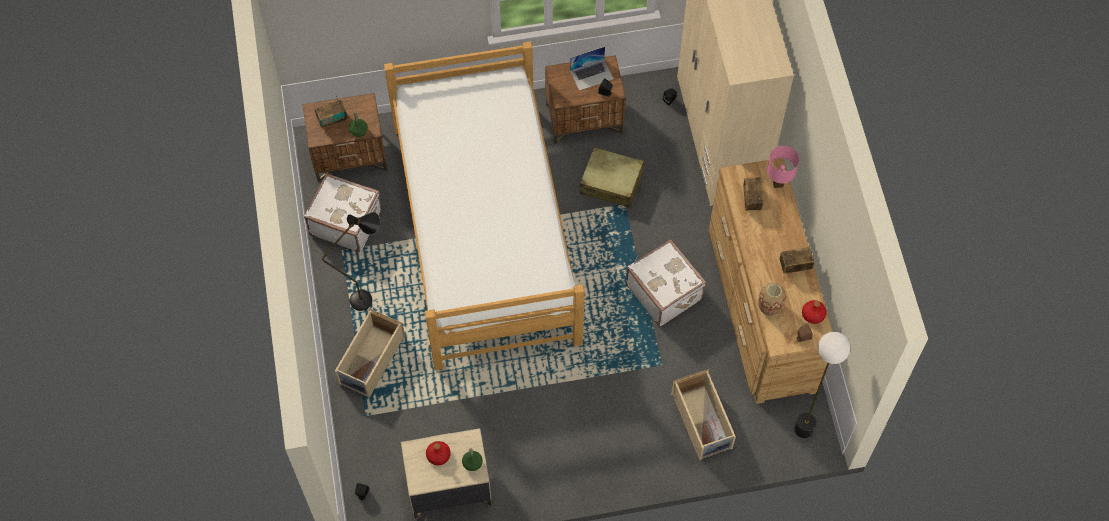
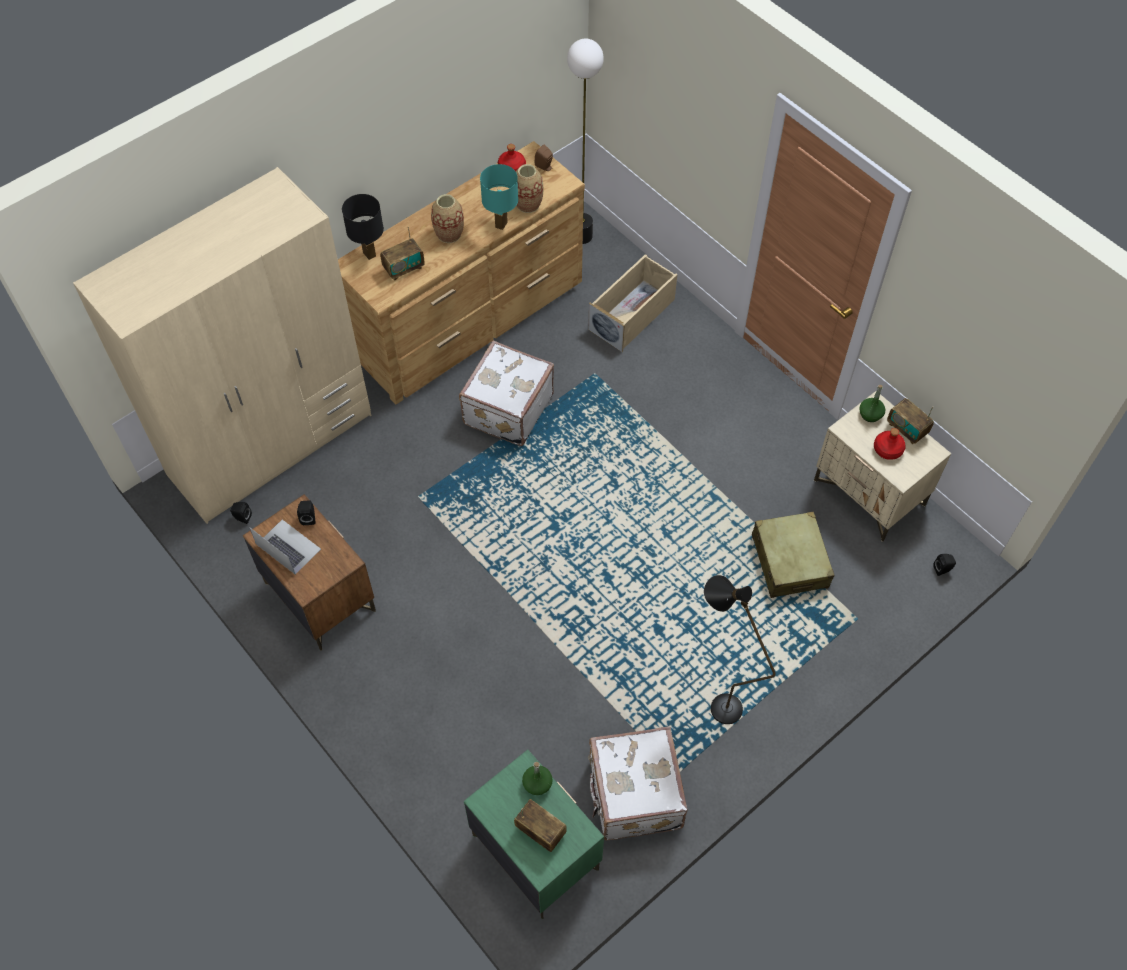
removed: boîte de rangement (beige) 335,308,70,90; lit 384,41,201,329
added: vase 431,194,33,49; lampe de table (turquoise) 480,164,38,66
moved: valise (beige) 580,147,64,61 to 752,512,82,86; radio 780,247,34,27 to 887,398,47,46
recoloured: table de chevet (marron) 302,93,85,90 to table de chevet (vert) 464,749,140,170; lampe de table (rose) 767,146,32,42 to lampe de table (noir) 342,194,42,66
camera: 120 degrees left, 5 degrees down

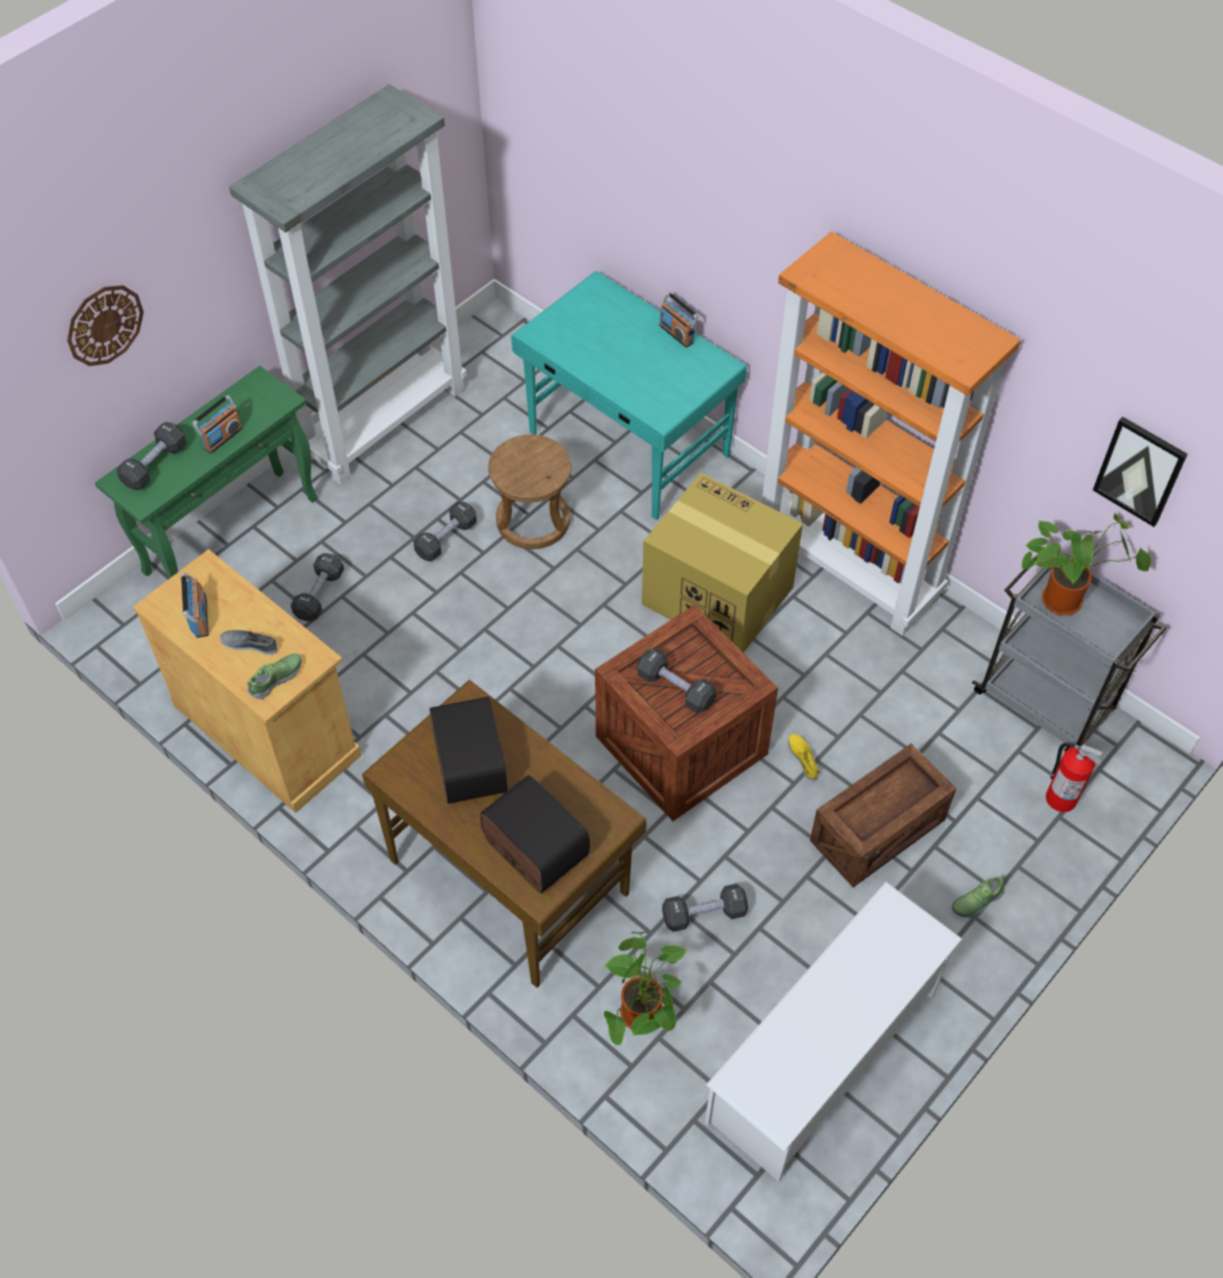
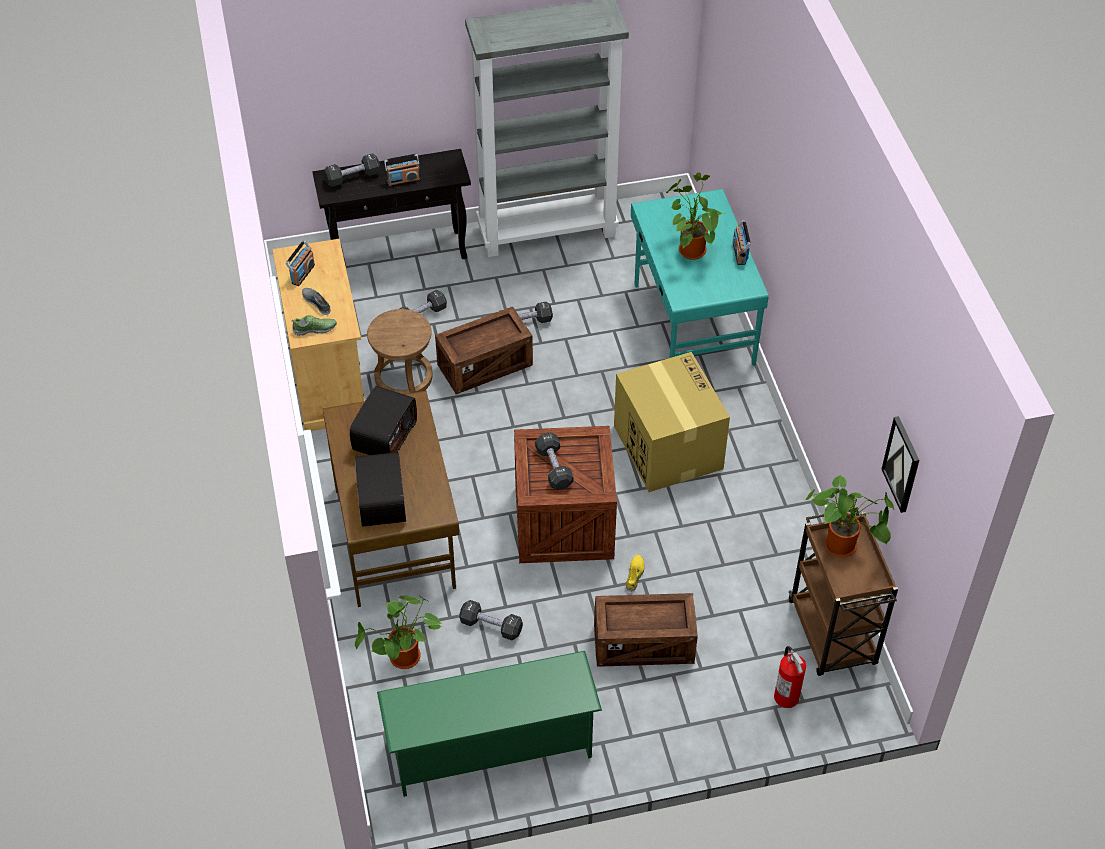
removed: horloge murale 67,285,77,81; bibliothèque (orange) 761,231,260,405; chaussure 952,876,53,42
added: caisse 435,306,98,88; plante en pot 666,173,58,87
moved: tabouret (marron) 488,434,84,115 to 367,309,66,85
recoloured: table console (vert) 95,366,223,213 to table console (noir) 312,149,159,110; étagère à chaussures (blanc) 705,882,258,299 to étagère à chaussures (vert) 377,651,225,146; chariot (gris) 972,551,194,200 to chariot (marron) 788,508,110,168
camera: 35 degrees right, 5 degrees down

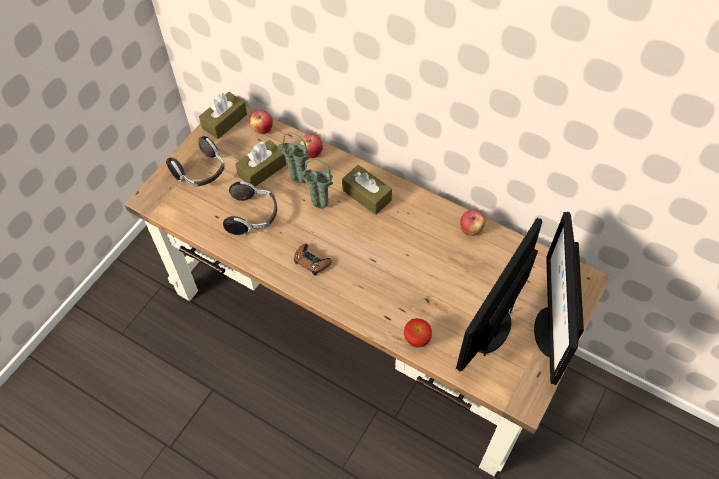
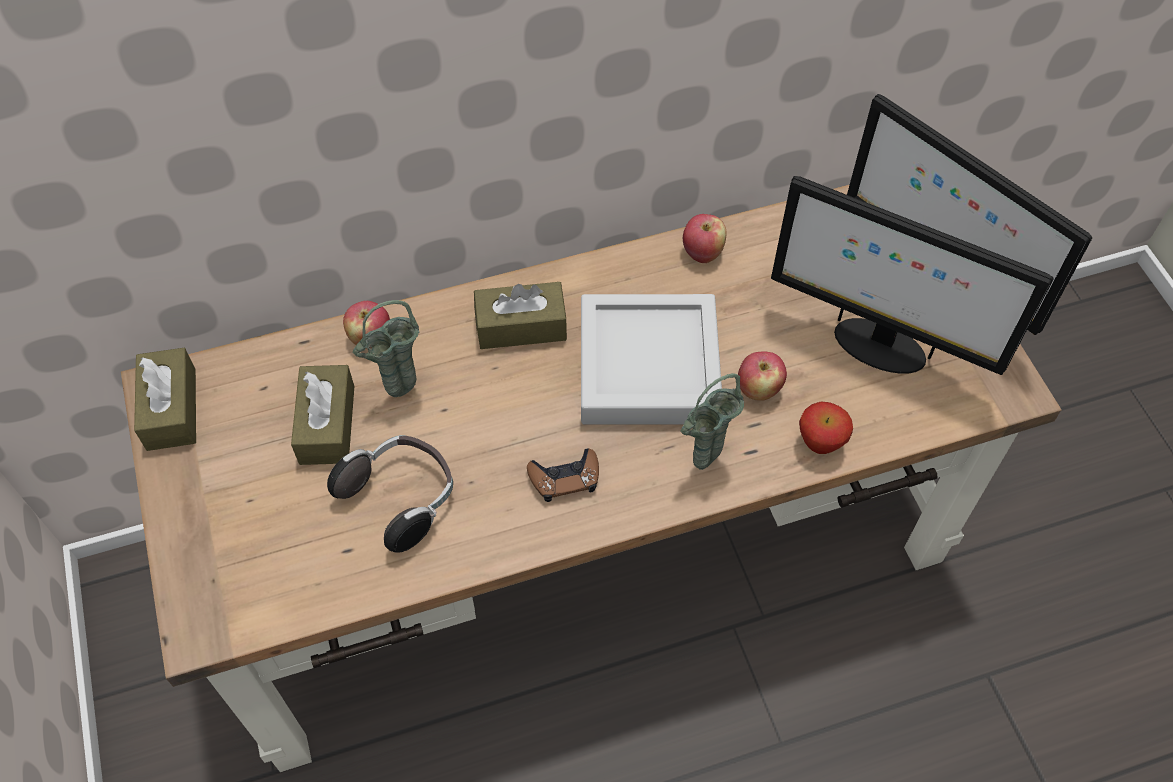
removed: casque audio 166,136,59,51
added: plateau (gris) 581,294,141,131
moved: pomme 250,110,23,24 to 738,352,49,49; vase (vert) 299,159,34,49 to 680,373,64,97
turned: écran d'ordinateur 456,218,86,153 = 771,176,282,199 45 degrees counterclockwise
camera: 50 degrees left, 0 degrees up

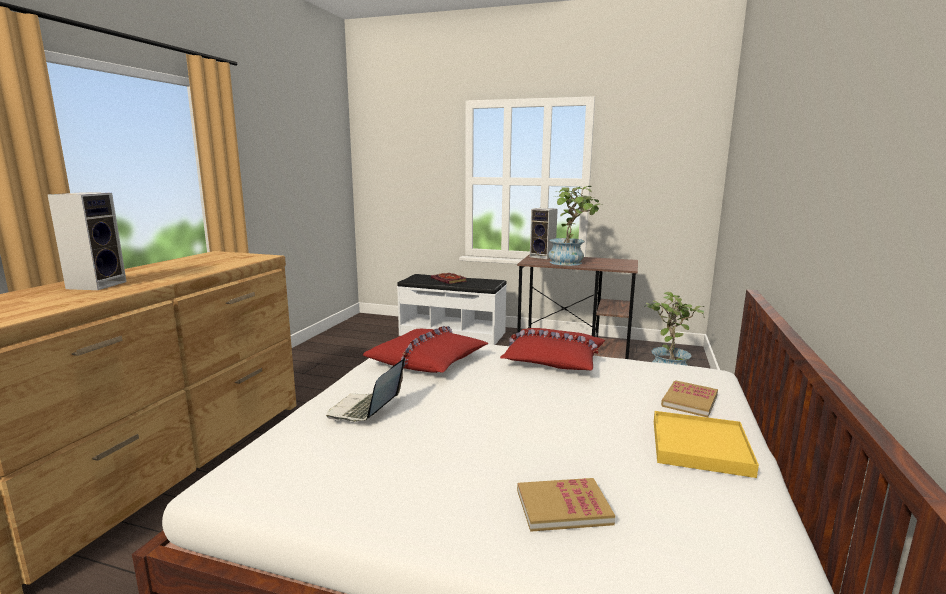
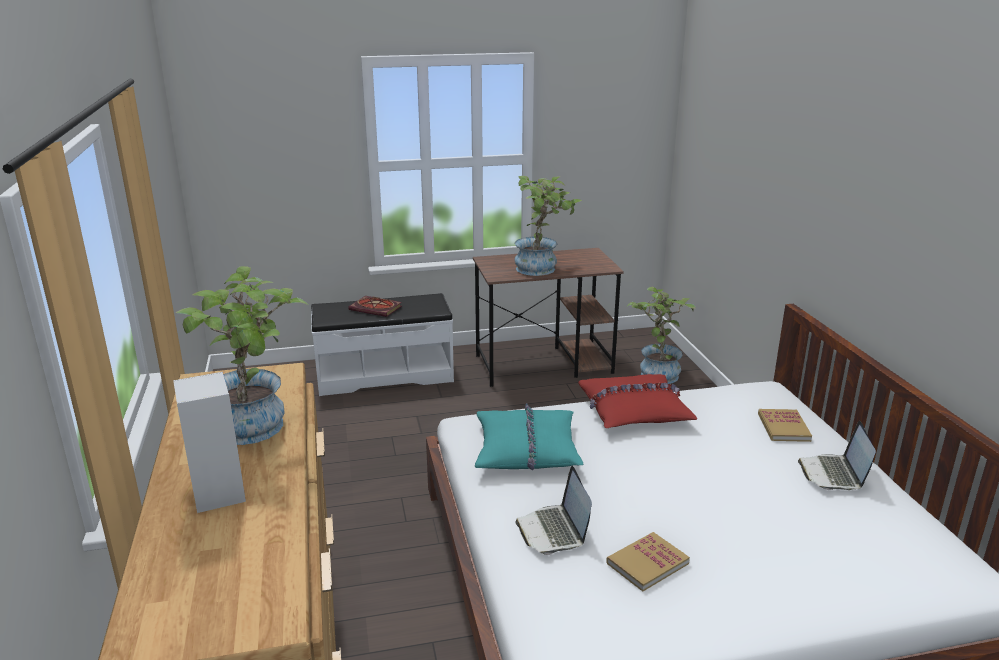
removed: enceinte 530,208,28,51
added: plante en pot 176,266,132,179
moved: livre 517,478,98,54 to 606,532,84,60
replaced: plateau (jaune) 654,411,105,67 to ordinateur portable 798,421,78,69
recoloured: coussin (rouge) 363,326,125,47 to coussin (turquoise) 475,403,108,67
camera: 30 degrees left, 10 degrees up

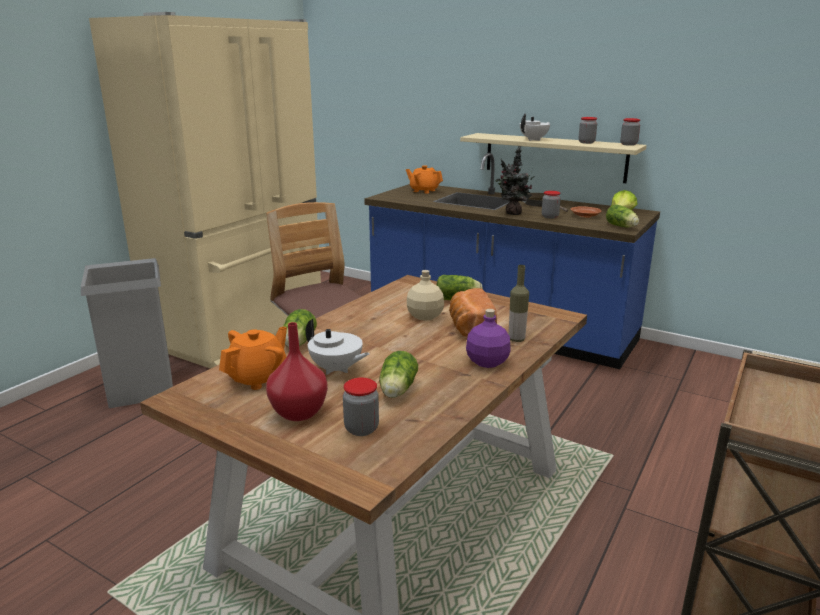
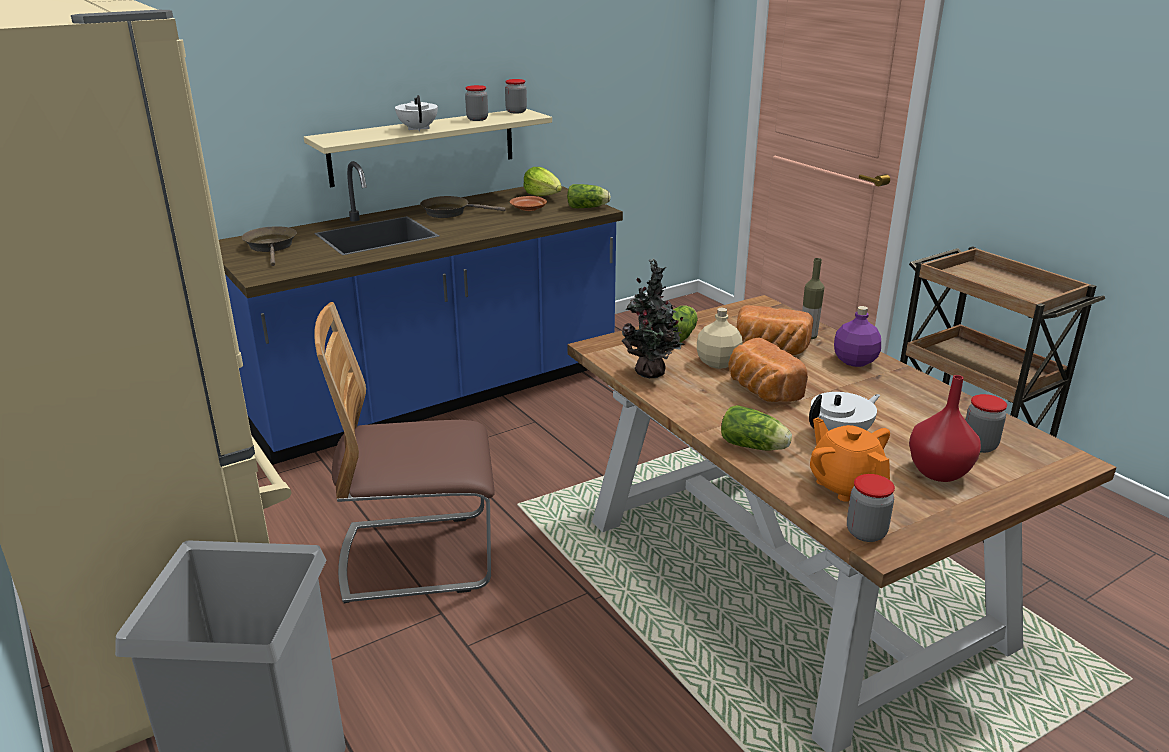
removed: laitue 379,351,39,47
added: pain 728,338,80,64
moved: plante en pot 496,145,39,70 to 622,258,63,120; bocal 542,191,19,28 to 847,474,48,68
replaced: théière (orange) 406,165,37,28 to poêle (marron) 242,226,55,40
camera: 65 degrees left, 5 degrees up

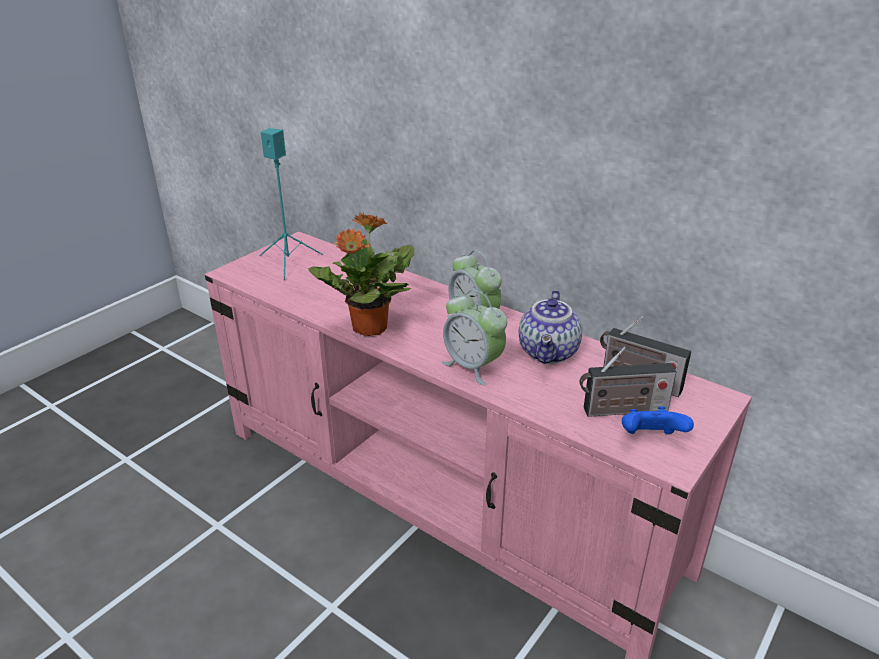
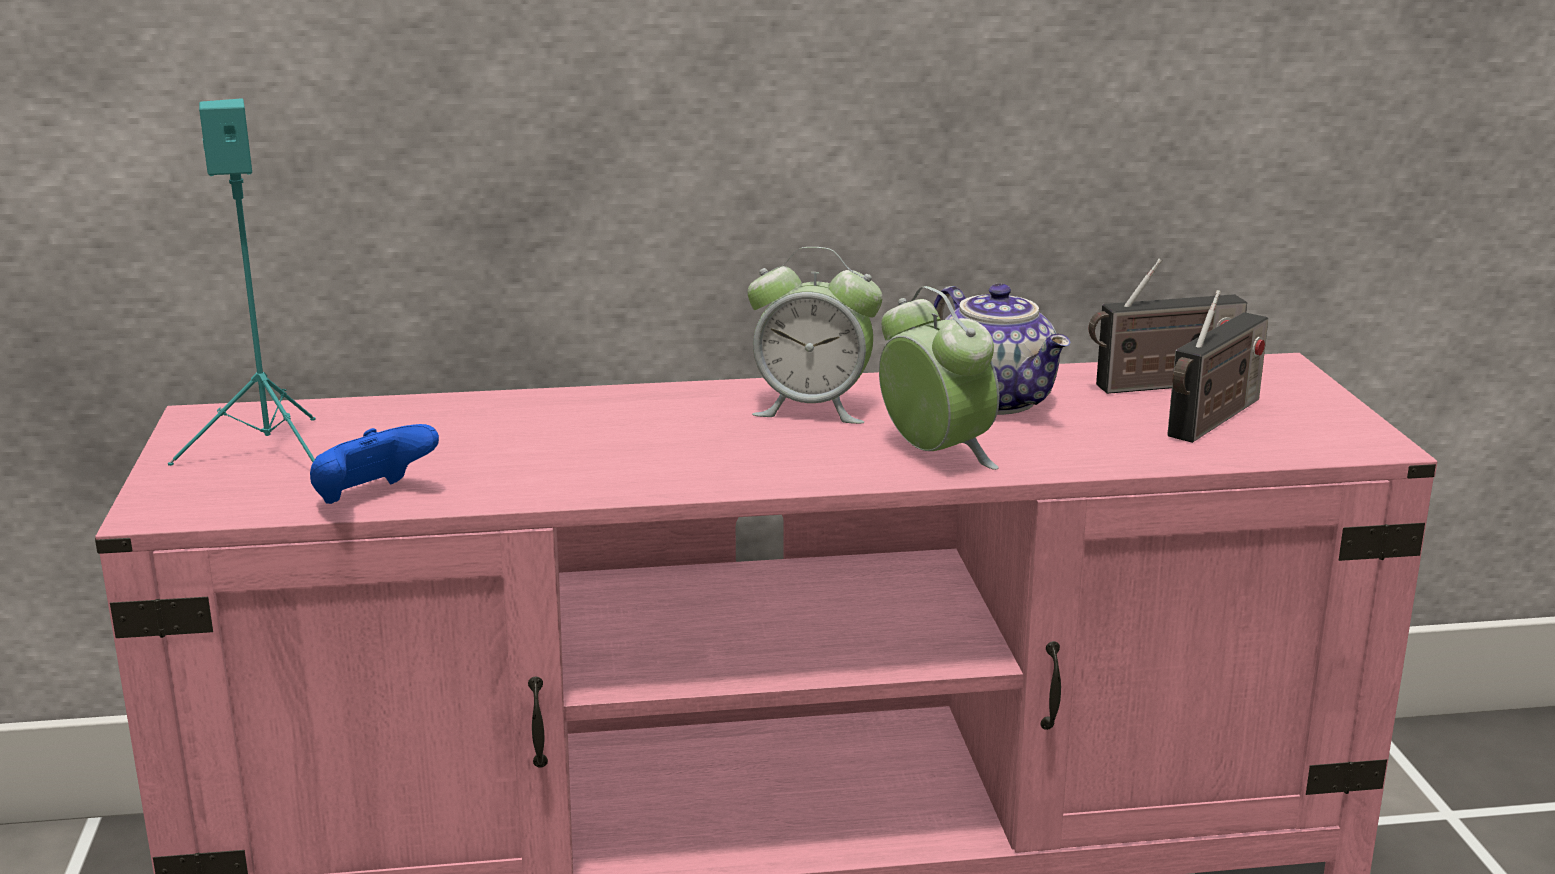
removed: plante en pot 308,212,106,124
moved: manette (bleu) 622,406,72,28 to 310,424,129,80
turned: réveil 442,290,65,95 = 879,286,120,184 120 degrees counterclockwise
camera: 45 degrees left, 10 degrees down

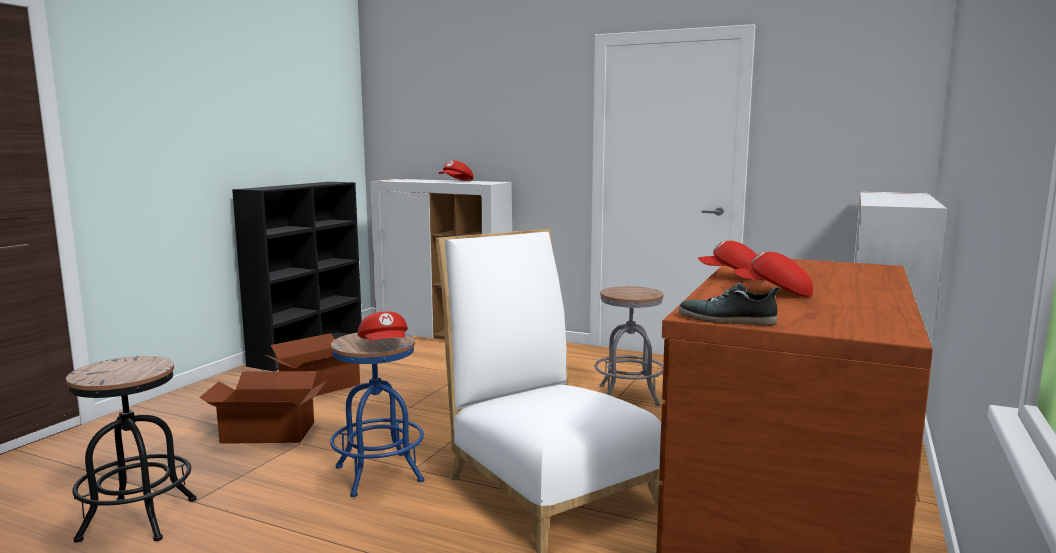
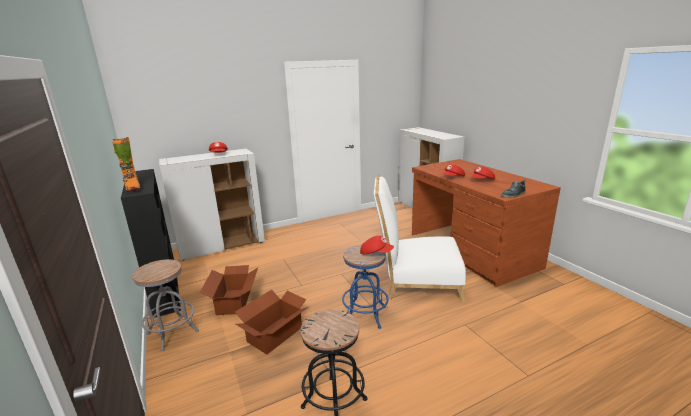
added: botte (orange) 112,137,28,54
moved: tabouret (gris) 595,286,69,120 to 132,259,67,92
camera: 50 degrees left, 10 degrees up

